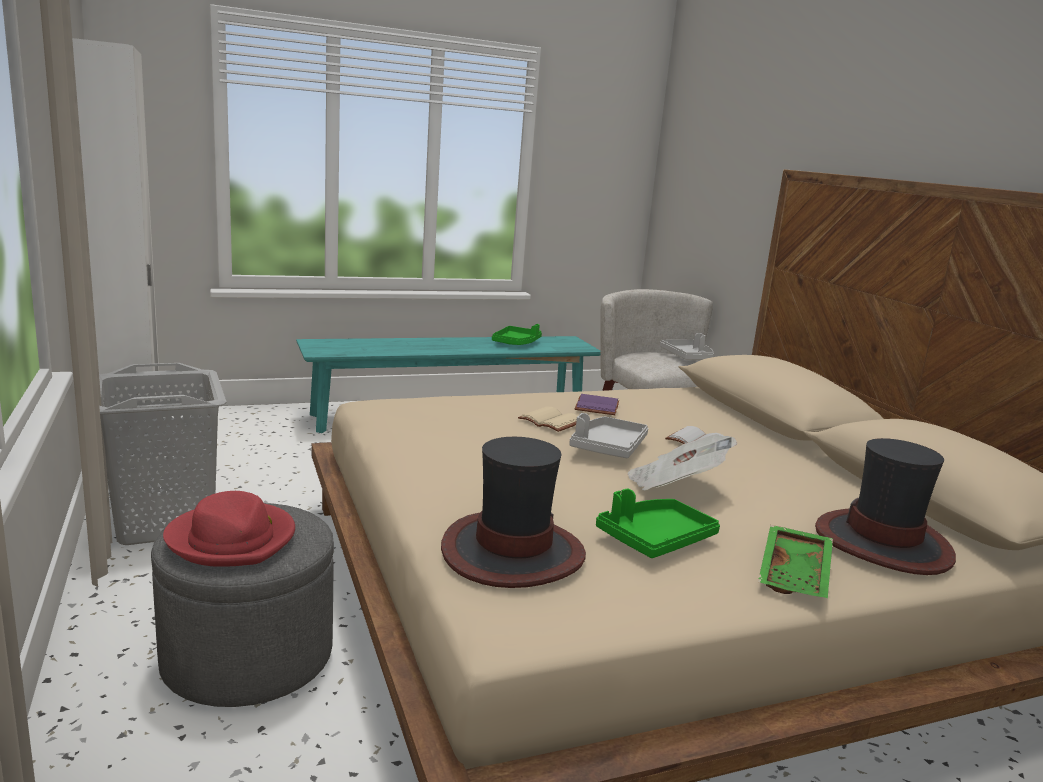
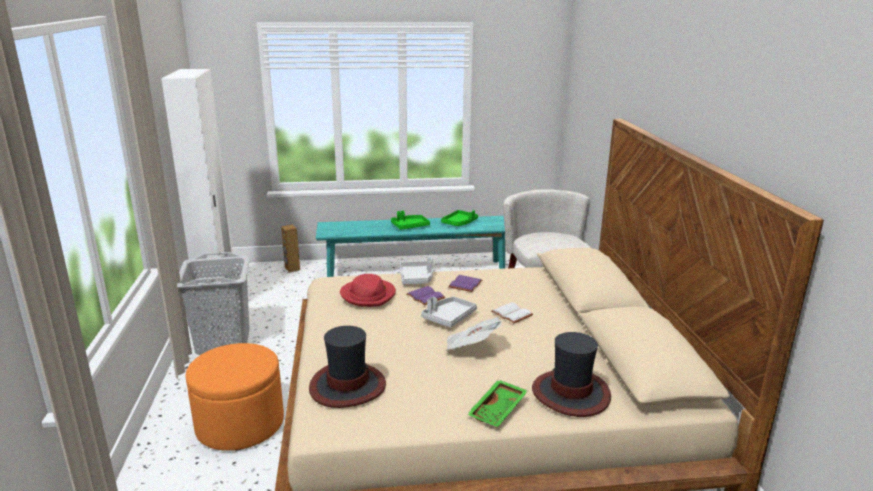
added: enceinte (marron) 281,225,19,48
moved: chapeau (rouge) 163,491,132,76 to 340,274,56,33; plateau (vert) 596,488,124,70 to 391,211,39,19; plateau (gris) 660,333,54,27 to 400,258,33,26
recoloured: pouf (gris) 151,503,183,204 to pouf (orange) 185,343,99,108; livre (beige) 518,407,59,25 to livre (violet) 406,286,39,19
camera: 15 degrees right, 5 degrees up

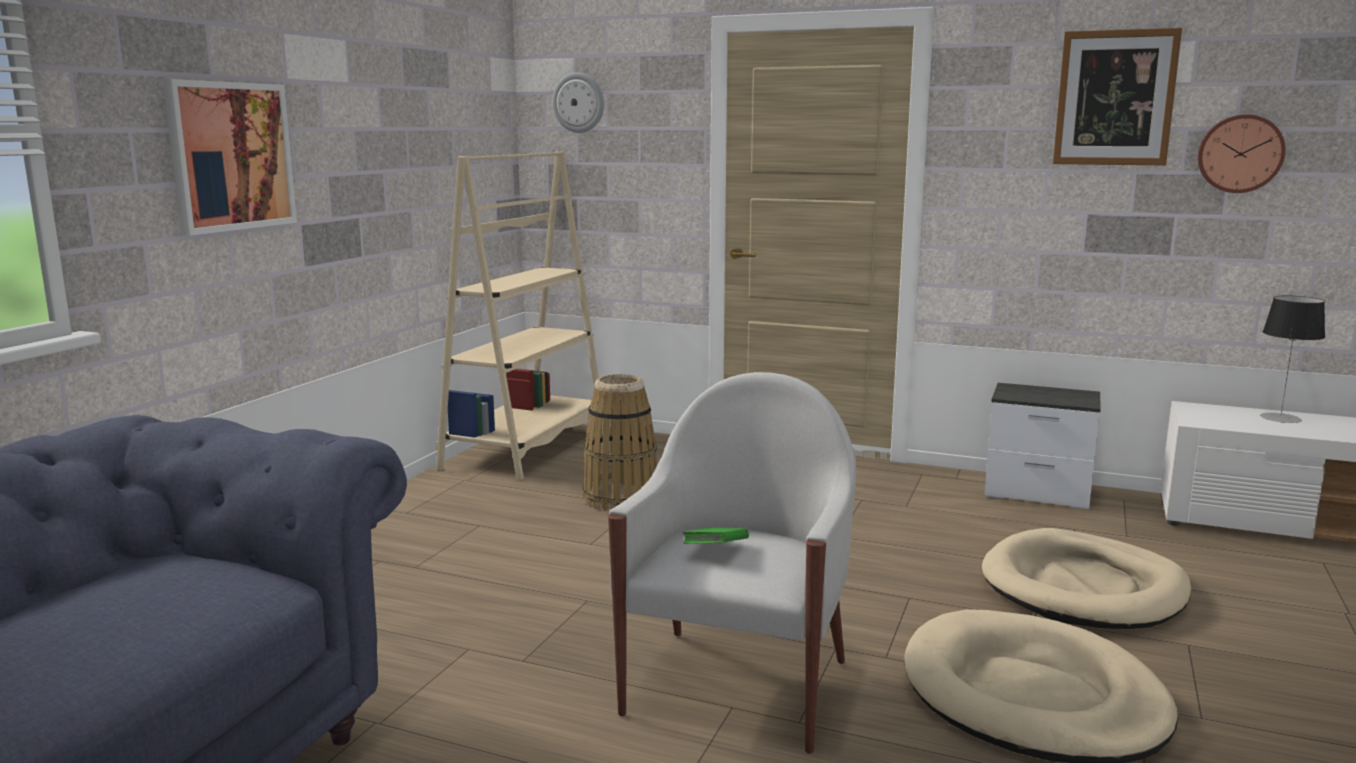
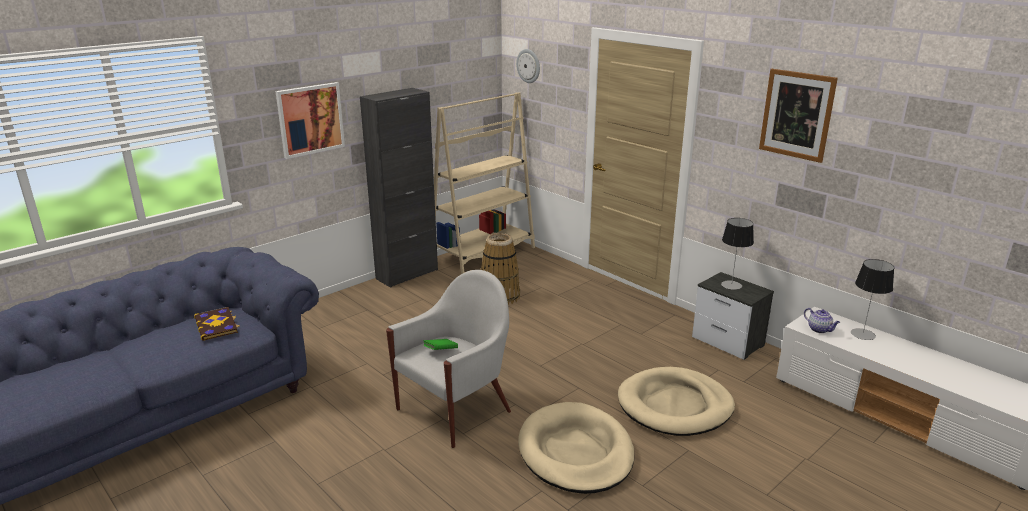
removed: horloge murale 1197,114,89,79
added: livre 194,307,46,34; meuble de rangement (noir) 360,88,78,200; lampe de table 721,218,33,72; théière 804,308,36,25
camera: 25 degrees right, 10 degrees up

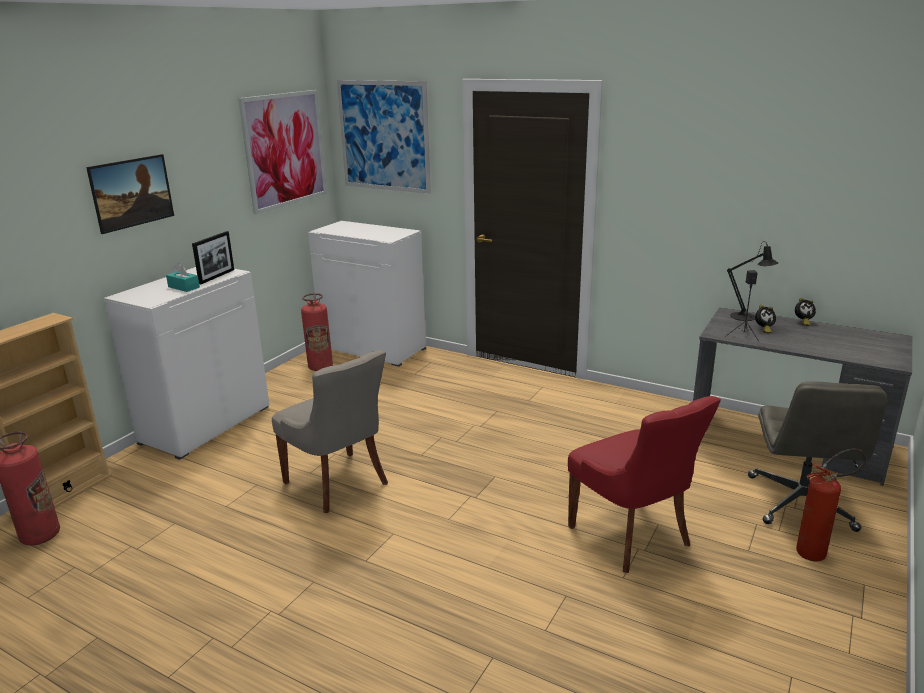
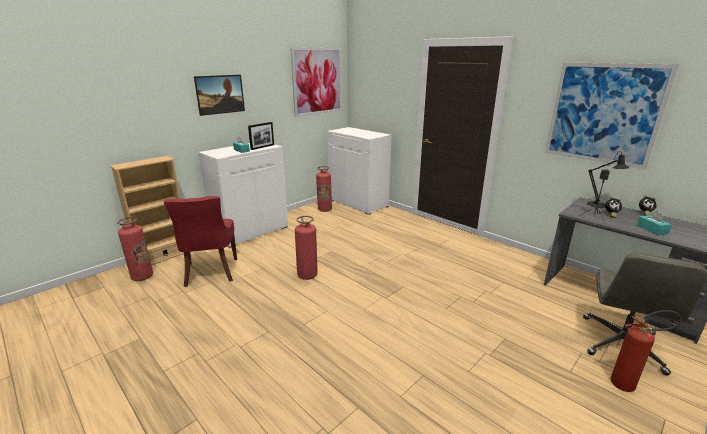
added: boîte à mouchoirs (turquoise) 637,211,35,24
moved: tableau 337,80,94,114 to 545,63,134,106; chaise (rouge) 568,396,153,177 to 164,196,73,91
replaced: chaise (gris) 272,350,116,163 to extincteur 295,216,23,64
camera: 15 degrees right, 0 degrees up

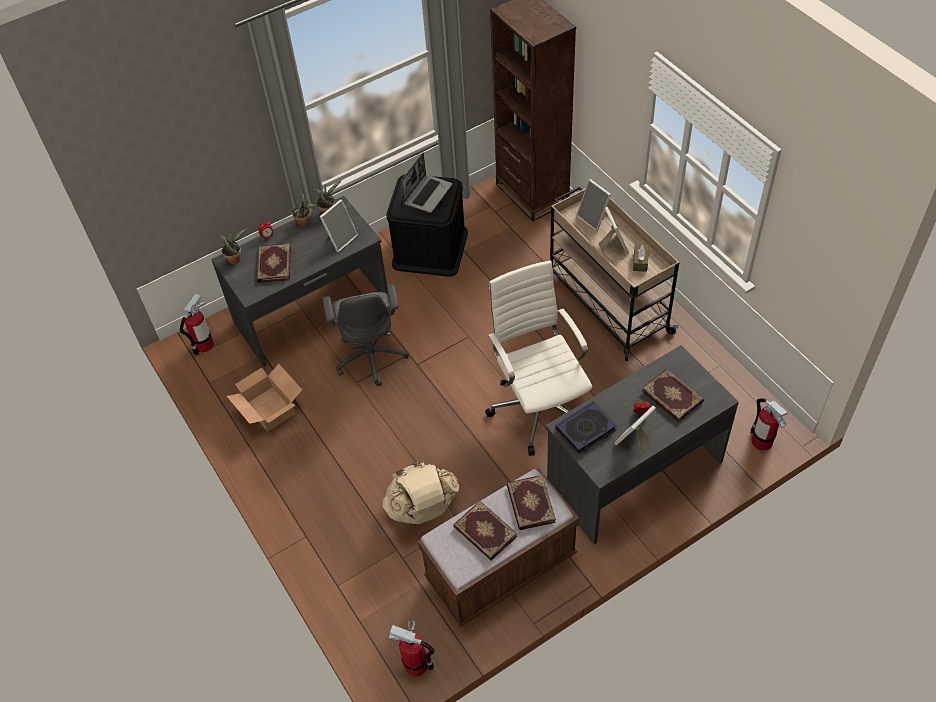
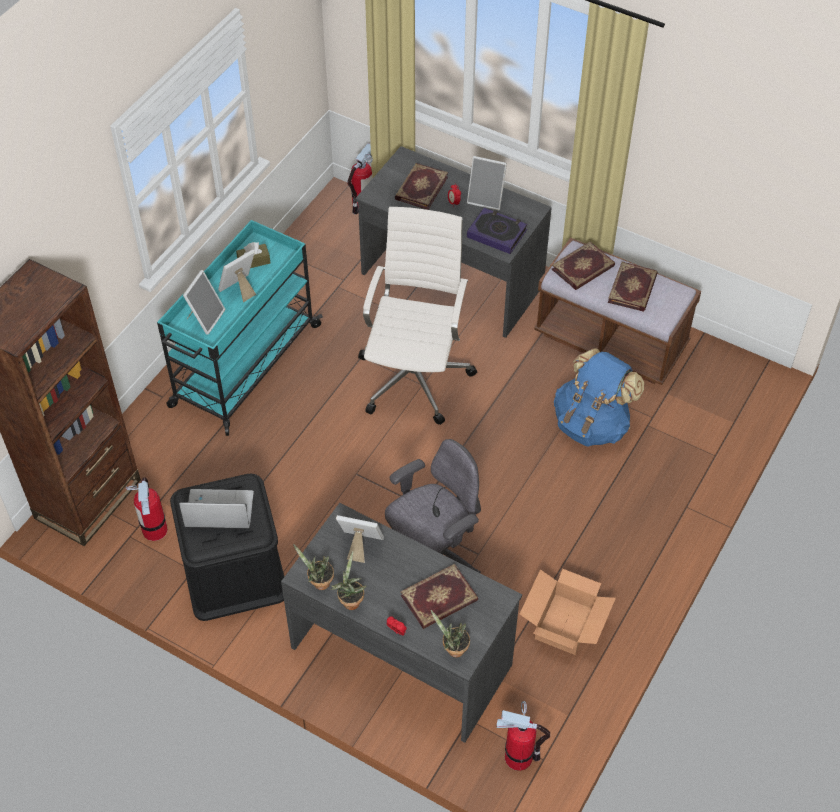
moved: extincteur 388,619,47,57 to 126,477,42,64
recoloured: sac à dos (beige) 383,462,77,62 to sac à dos (bleu) 554,348,90,99; chariot (beige) 550,186,130,175 to chariot (turquoise) 157,220,166,216
turned: chaise de bureau (blanc) 485,260,107,196 = 358,207,119,218 150 degrees clockwise
camera: 120 degrees left, 0 degrees up

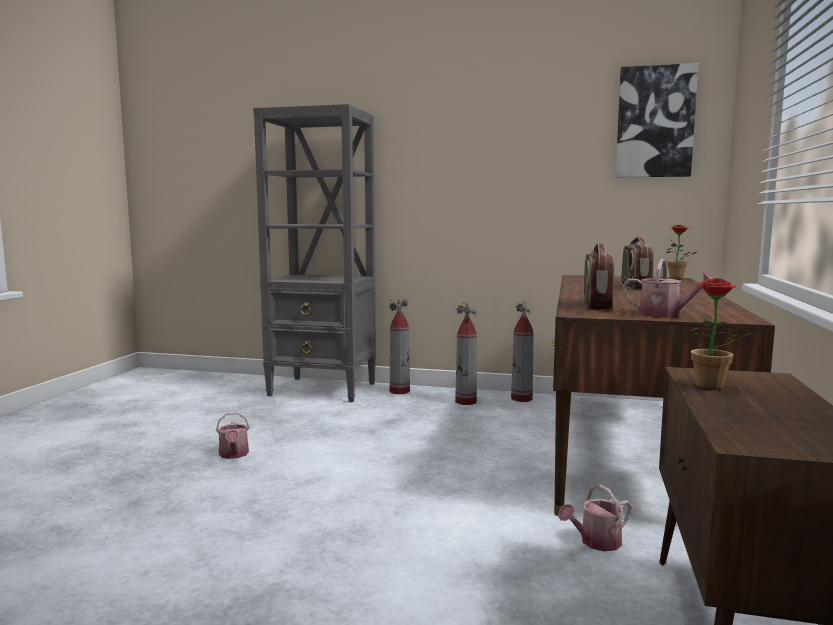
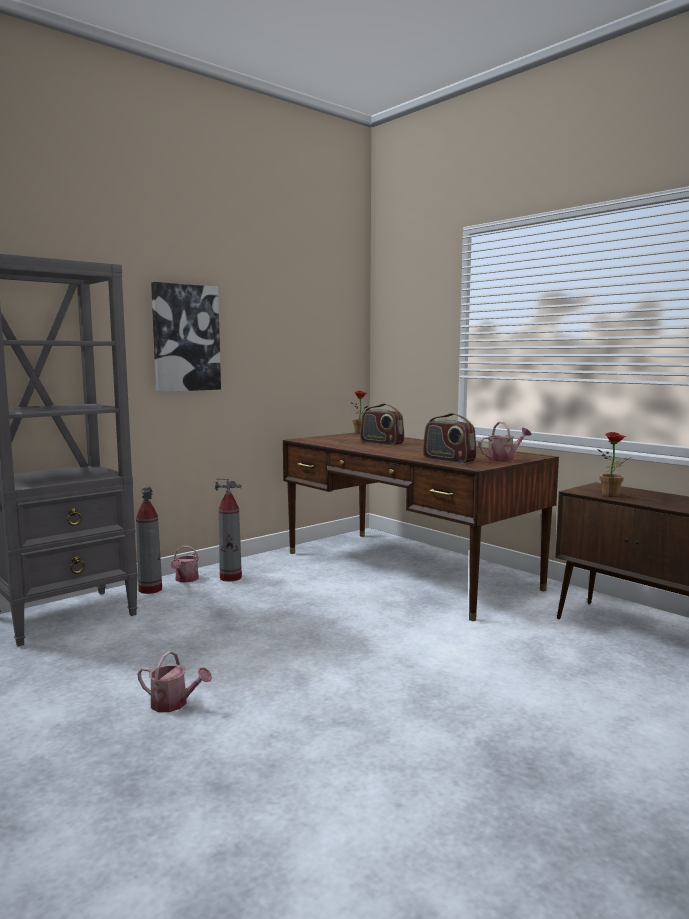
removed: extincteur 511,301,23,101
moved: arrosoir 558,484,74,67 to 170,546,29,37; tableau 615,63,83,114 to 151,282,70,110
camera: 55 degrees left, 0 degrees up

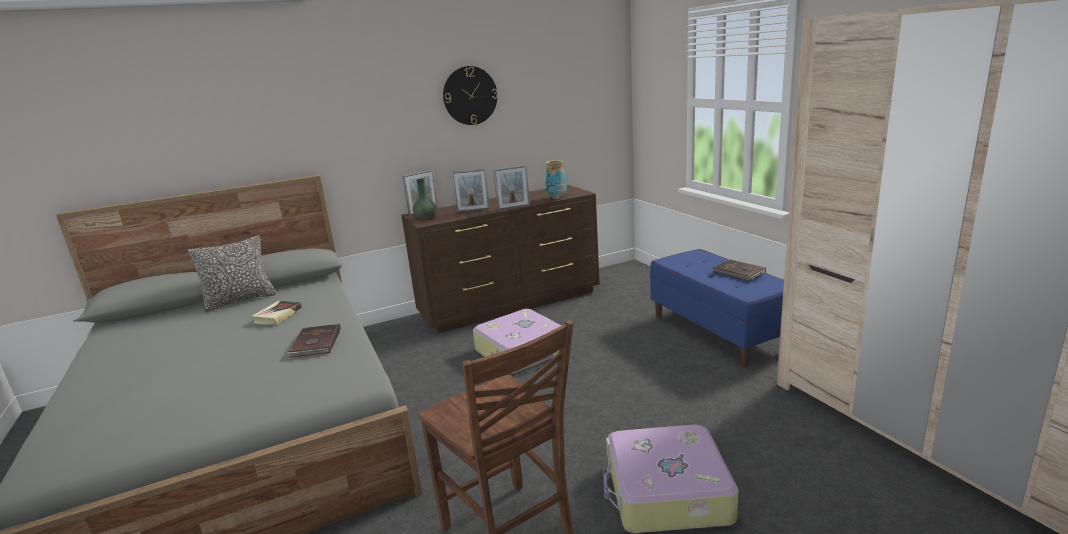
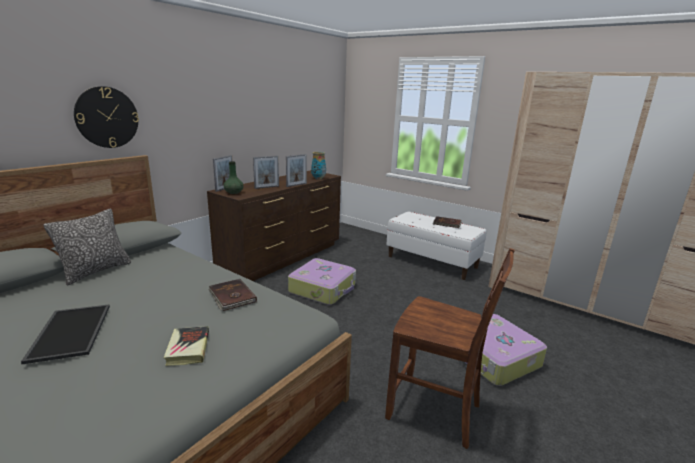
added: plateau 21,305,89,59
moved: livre 251,301,51,24 to 164,326,45,40; horloge murale 443,66,55,59 to 74,86,65,62
recoloured: banc (bleu) 650,249,134,118 to banc (blanc) 386,211,100,69
camera: 30 degrees left, 0 degrees up

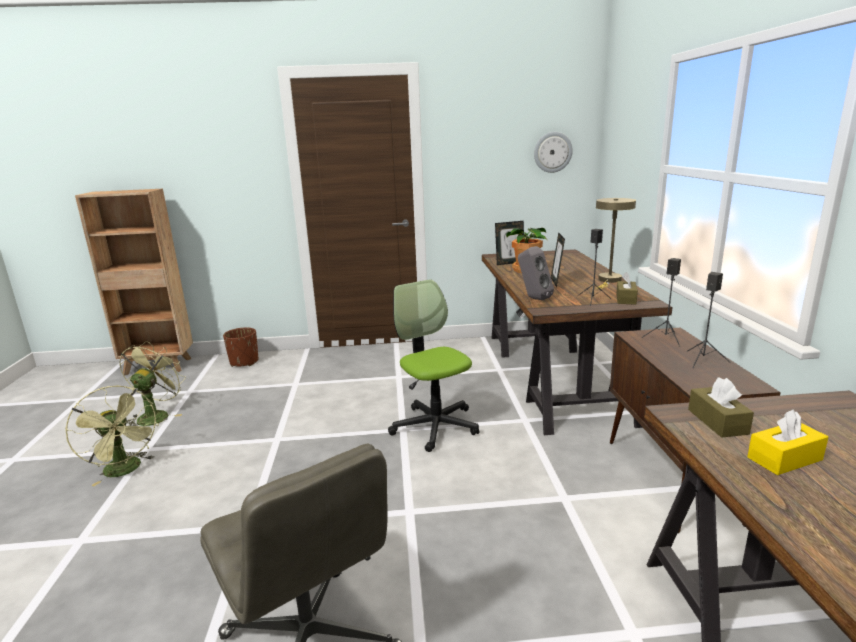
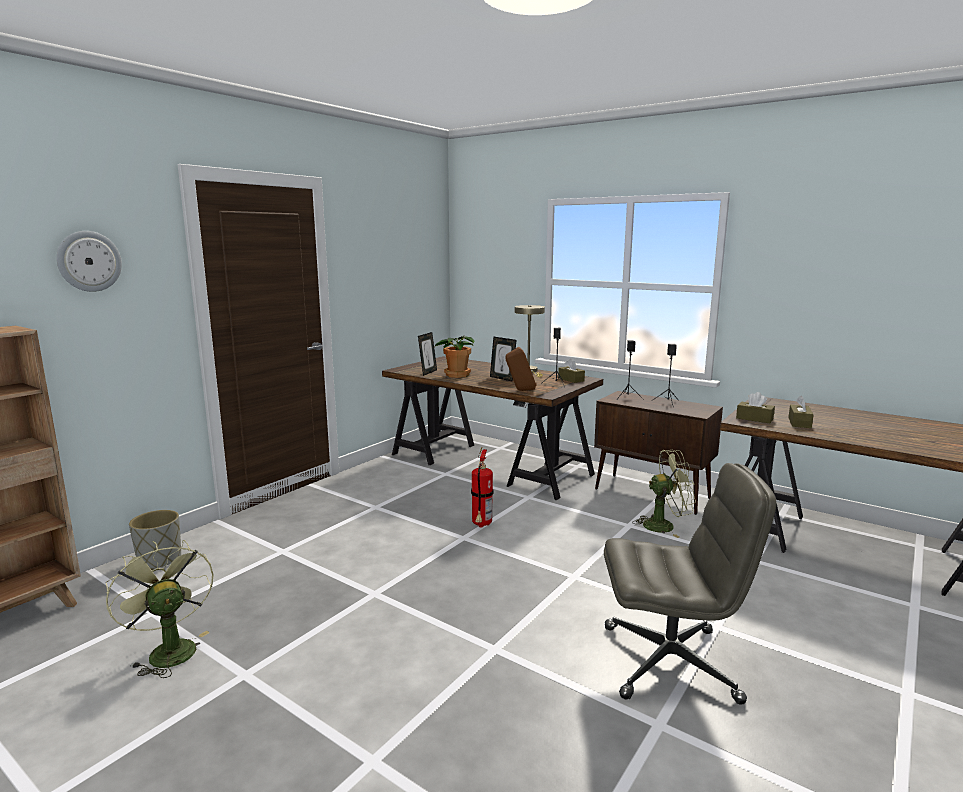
moved: ventilateur (vert) 65,386,94,100 to 632,450,64,88; horloge murale 534,132,39,41 to 56,231,66,61
replaced: chaise de bureau 388,279,91,173 to extincteur 471,447,22,81
recoloured: cache-pot (marron) 223,327,35,40 to cache-pot (gris) 129,510,52,60; enceinte (gris) 518,246,36,54 to enceinte (marron) 506,346,30,45; boîte à mouchoirs (jaune) 747,409,81,66 to boîte à mouchoirs (marron) 788,396,26,32
camera: 50 degrees left, 5 degrees down

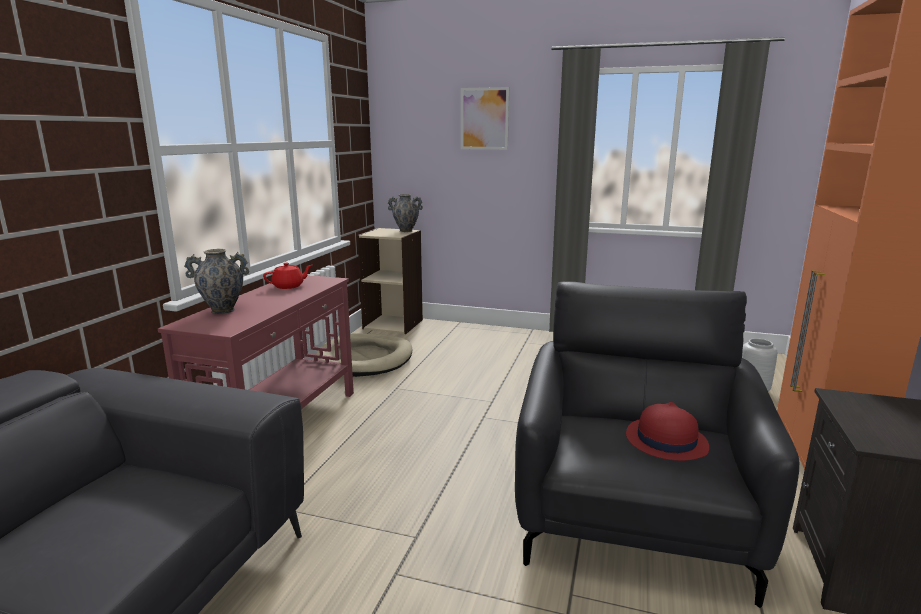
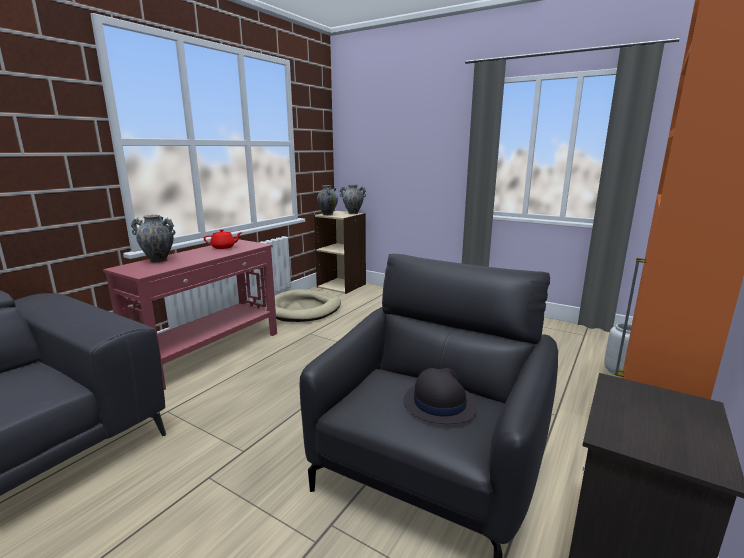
removed: tableau 461,87,48,63
added: vase 317,185,21,31
recoloured: chapeau (rouge) 626,402,83,59 to chapeau (noir) 404,368,73,56
camera: 15 degrees right, 0 degrees up

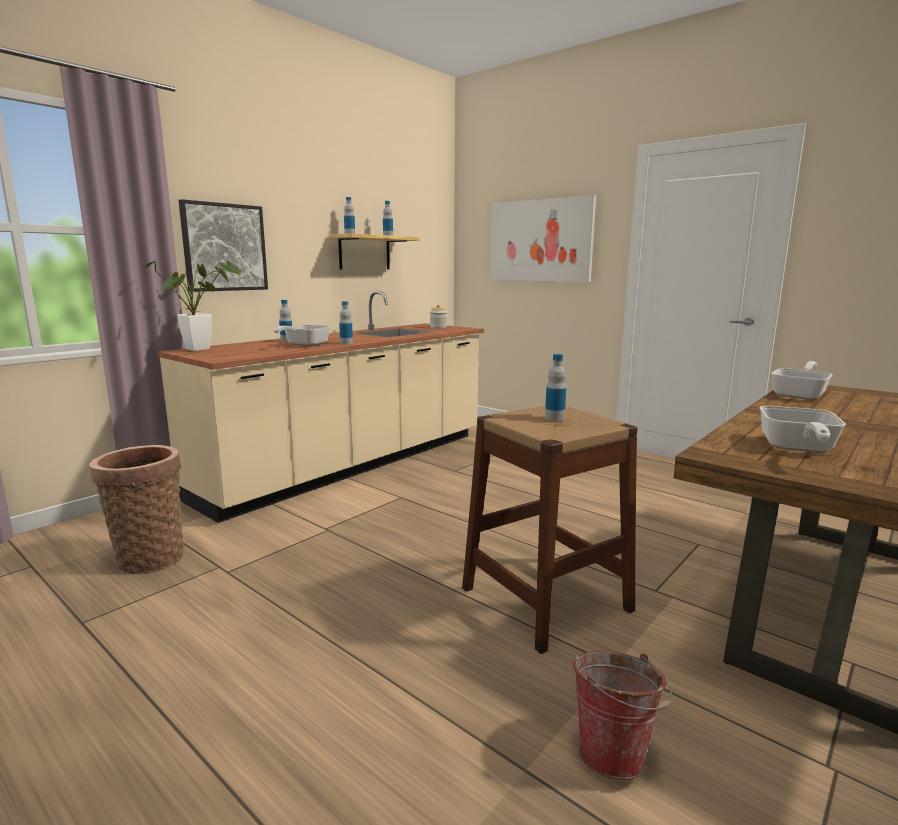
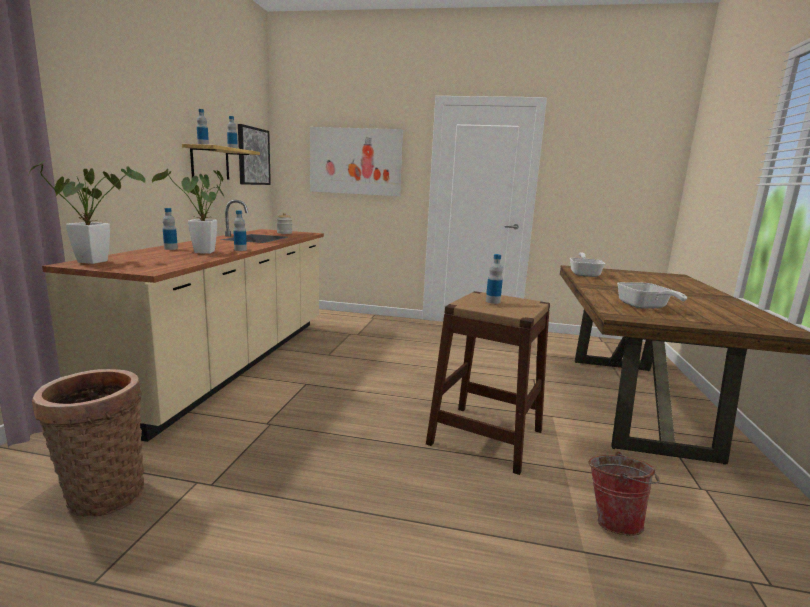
moved: tableau 178,199,90,93 to 238,124,33,61
replaced: poêle 274,325,57,21 to plante en pot 152,169,73,85
camera: 30 degrees left, 0 degrees up

